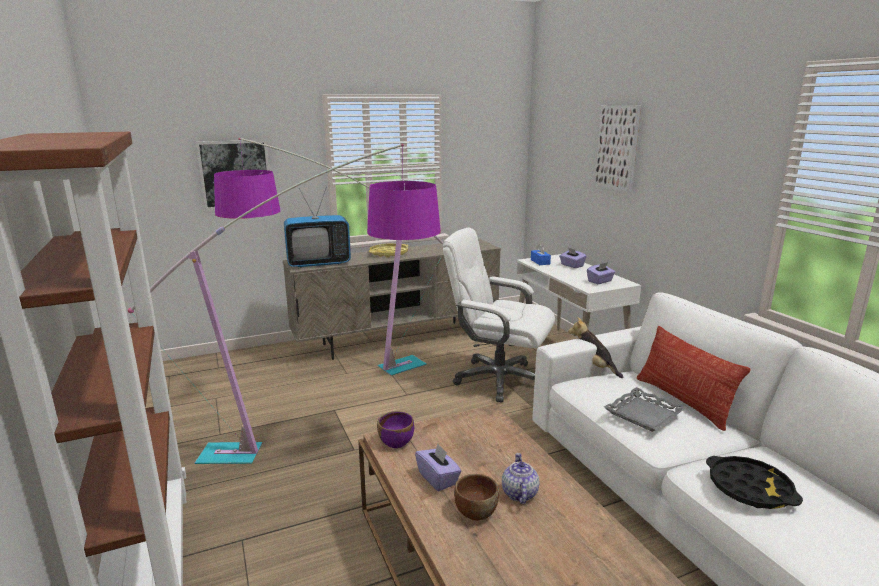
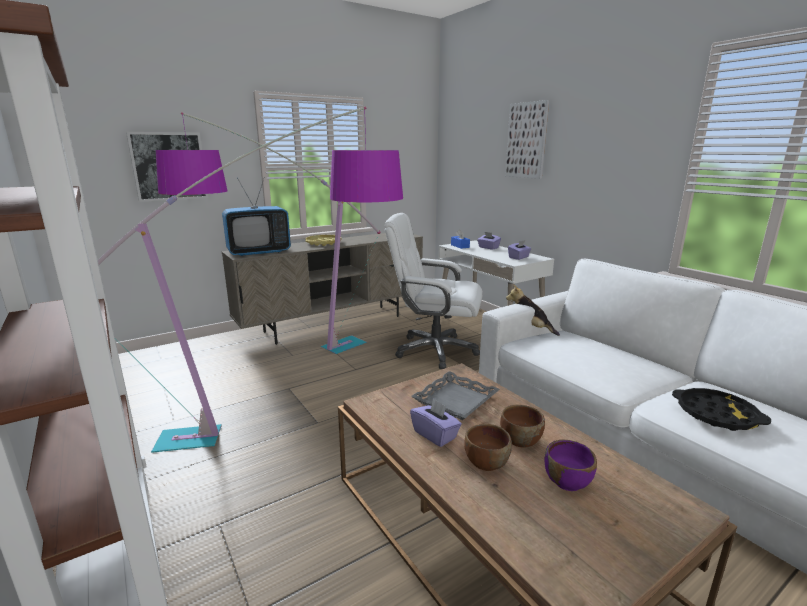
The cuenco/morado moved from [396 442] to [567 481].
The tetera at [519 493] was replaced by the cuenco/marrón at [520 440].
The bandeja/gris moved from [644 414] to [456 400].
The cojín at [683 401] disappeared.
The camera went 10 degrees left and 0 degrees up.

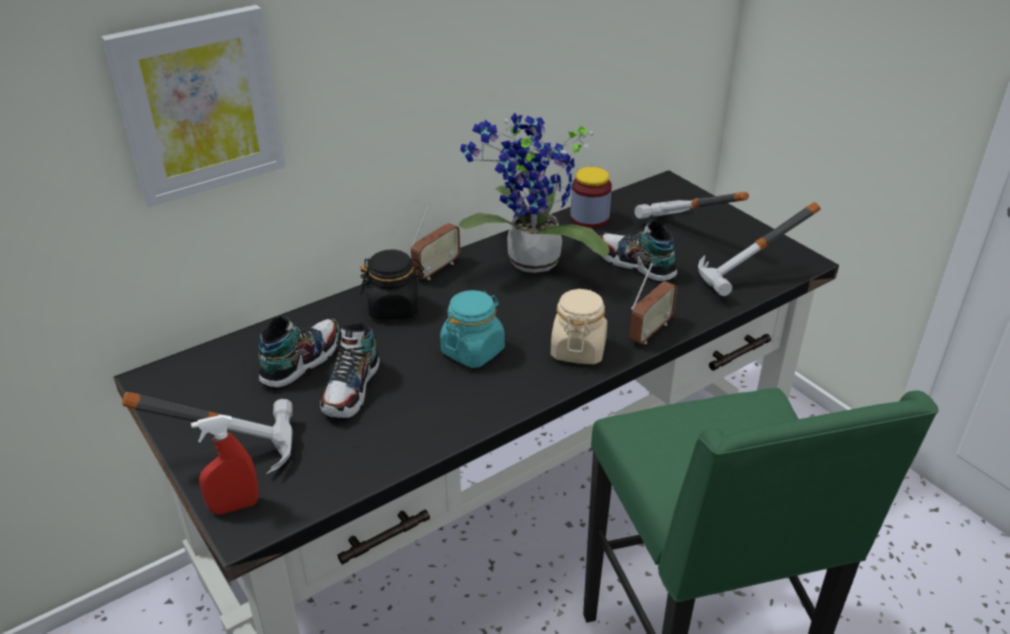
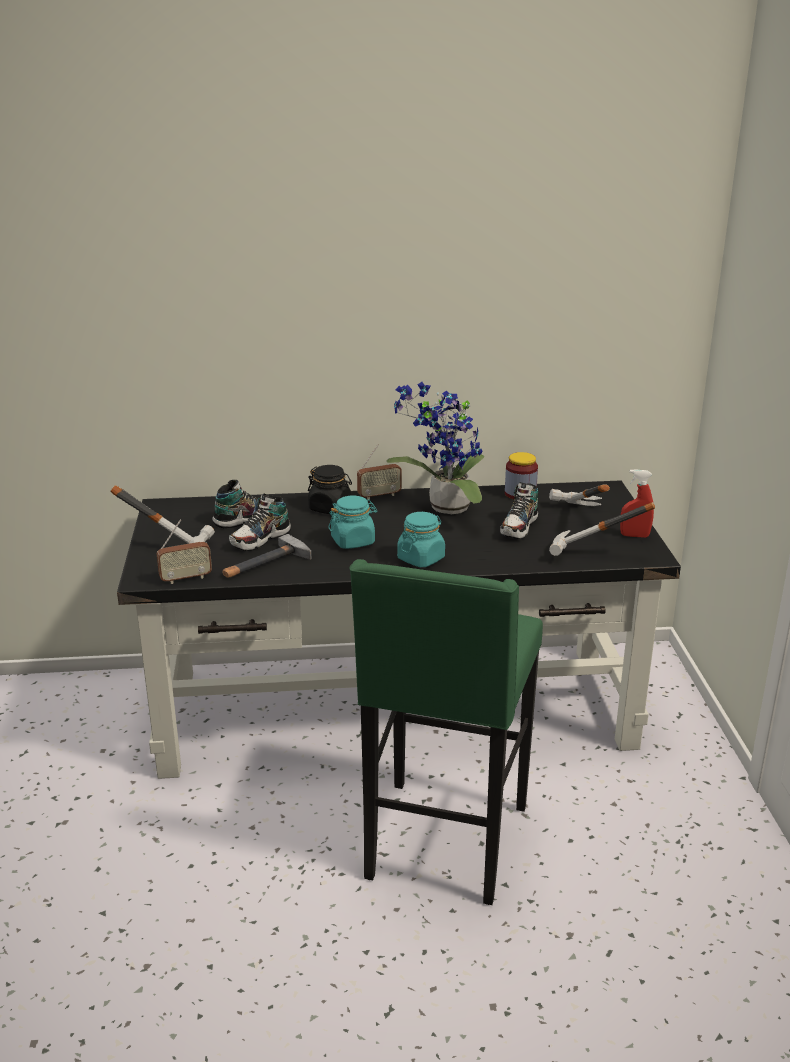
The cuadro at [199 105] disappeared.
The pulverizador/rojo moved from [234 506] to [634 535].
The tarro/beis at [578 349] became the tarro/turquesa at [421 558].
The zapato at [636 265] turned 135 degrees counterclockwise.
The radio moved from [650 331] to [186 578].
The martillo at [265 564] appeared.
The camera went 30 degrees right and 10 degrees down.

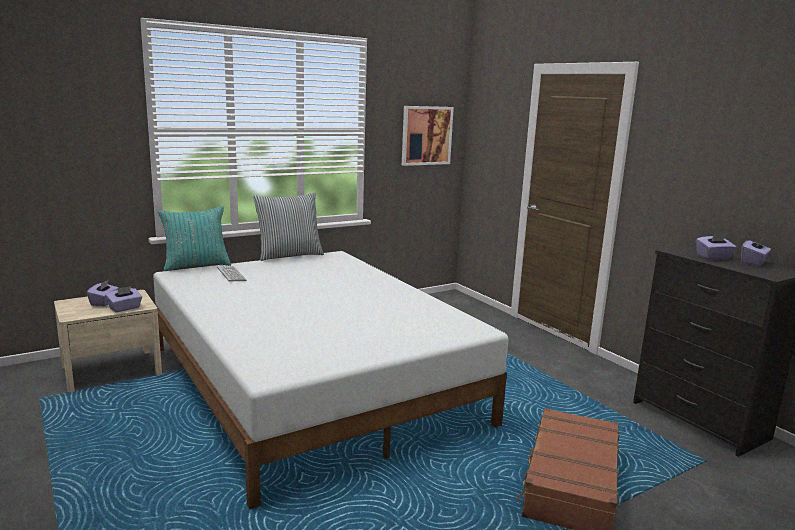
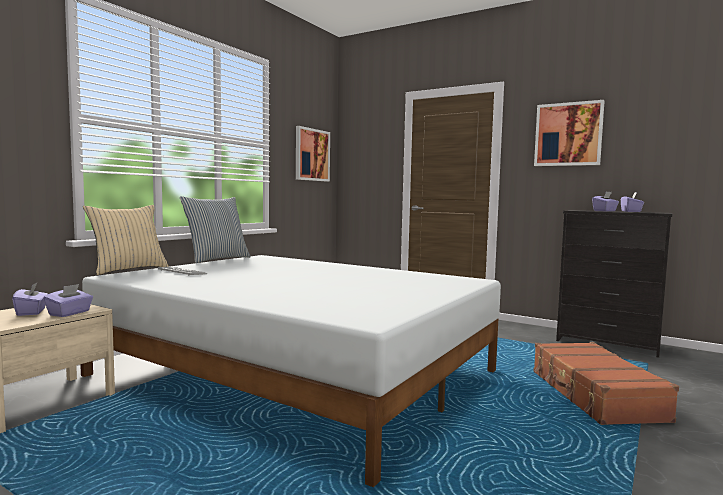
The cojín/turquesa at [196 266] became the cojín/beis at [128 270].
The cuadro at [568 134] appeared.
The camera went 25 degrees left and 10 degrees down.

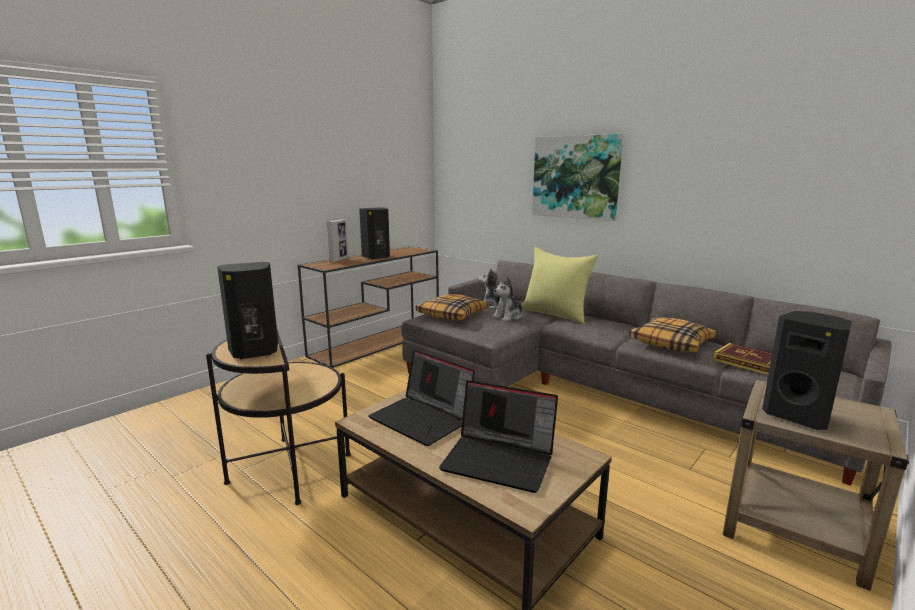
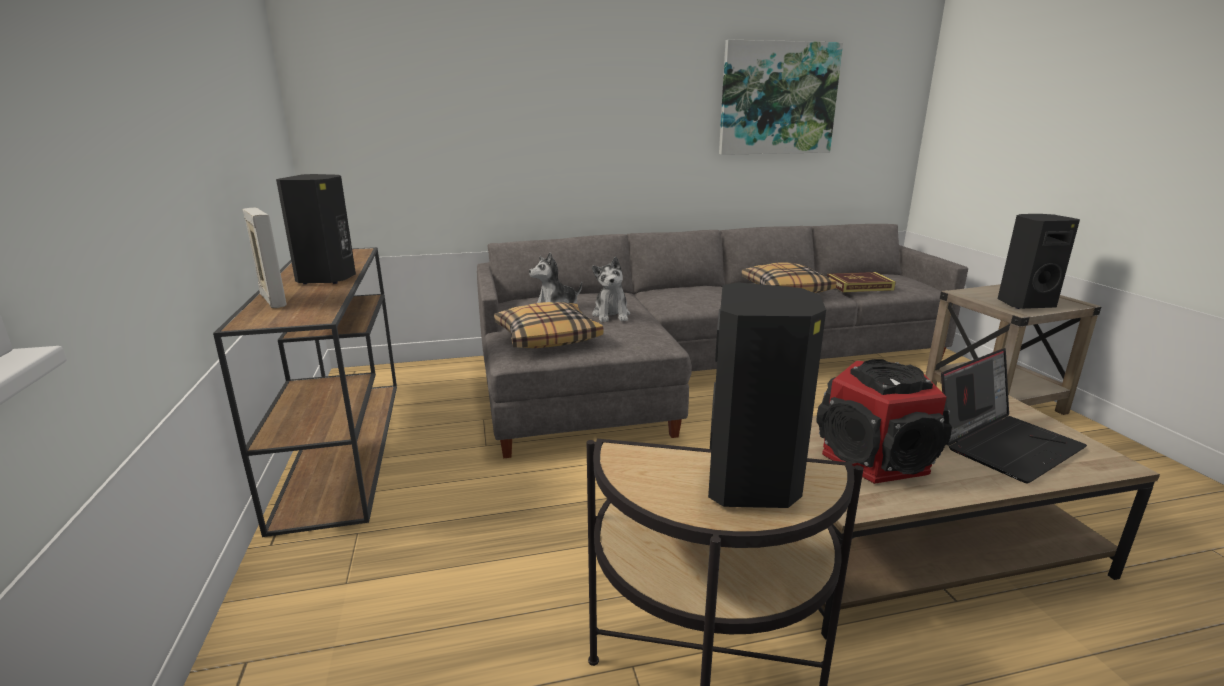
The portátil at [423 419] was replaced by the altavoz at [874 457].
The cojín/amarillo at [556 314] disappeared.
The cuadro moved from [575 177] to [778 99].
The camera went 55 degrees left and 5 degrees up.

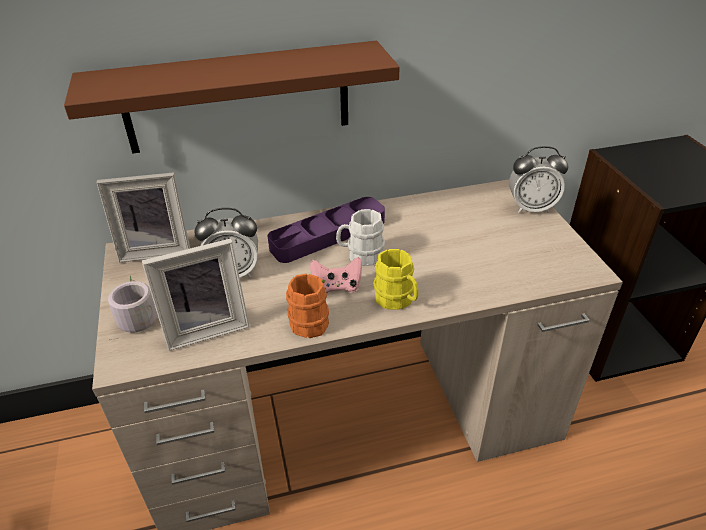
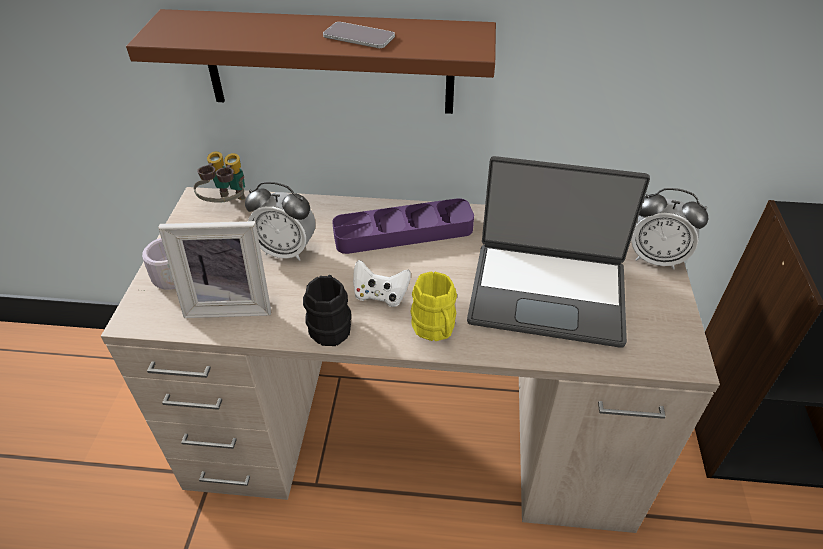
The portarretratos at [156 249] was replaced by the prismáticos at [227 205].
The taza grande/naranja at [307 320] became the taza grande/negro at [331 324].
The mando de consola/rosa at [337 287] became the mando de consola/blanco at [380 295].
The taza grande/blanco at [360 255] disappeared.
The móvil at [359 37] appeared.
The portátil at [548 292] appeared.
The camera went 20 degrees right and 5 degrees up.

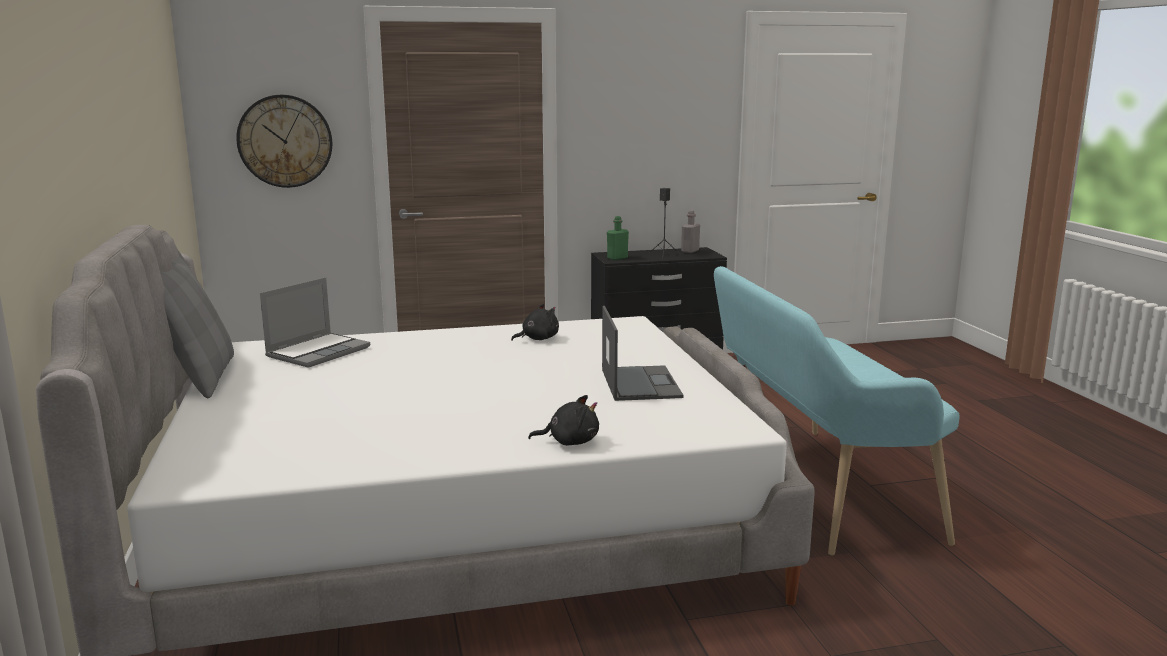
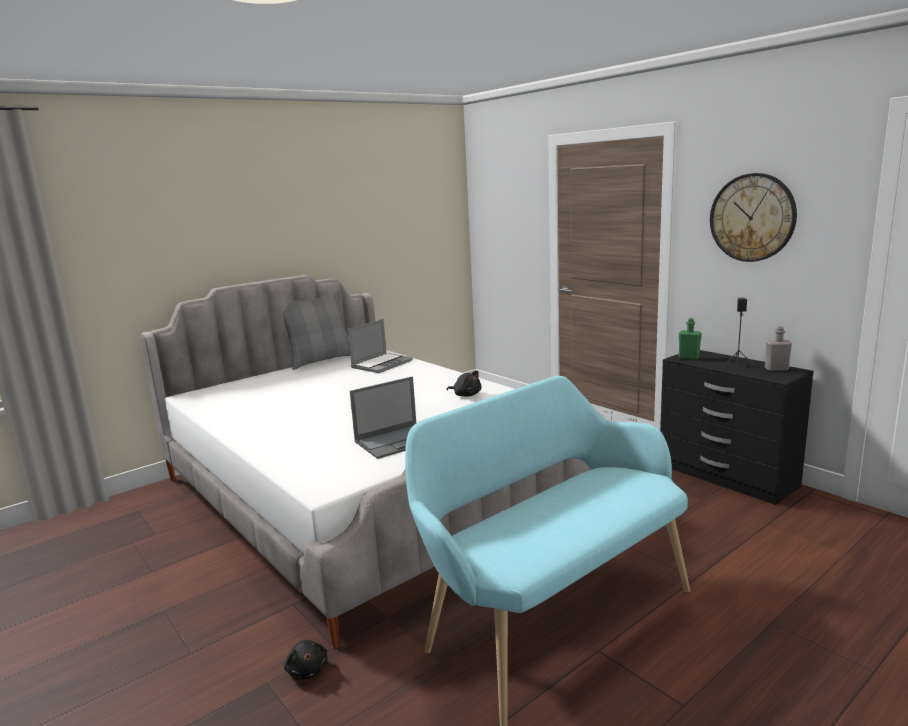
The reloj de pared moved from [285 141] to [752 217].
The portátil at [318 352] turned 60 degrees counterclockwise.
The peluche/negro moved from [570 442] to [307 670].
The camera went 65 degrees right and 0 degrees up.

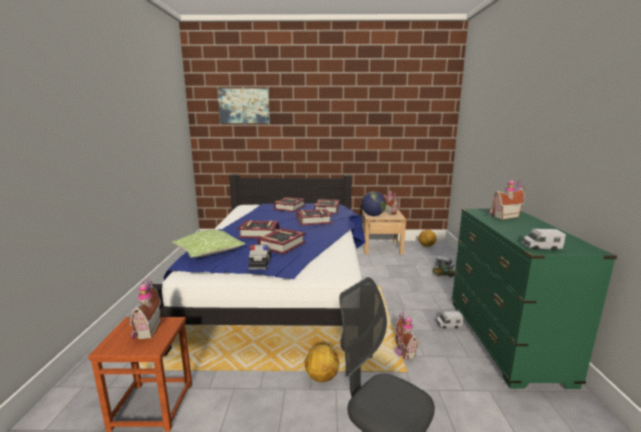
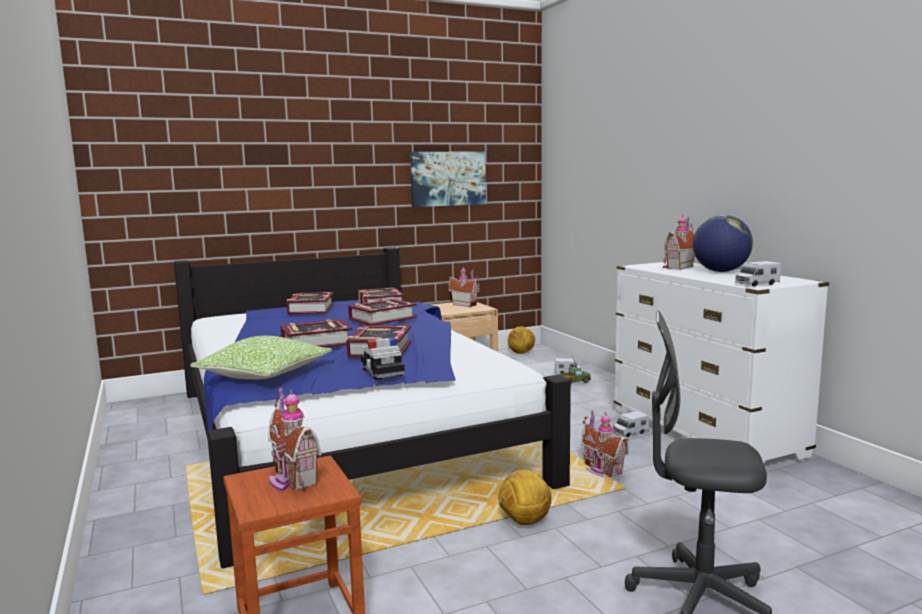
The cuadro moved from [244 106] to [448 178].
The globo terráqueo moved from [373 215] to [720 271].
The cómoda/verde at [505 340] became the cómoda/blanco at [704 433].
The camera went 25 degrees left and 5 degrees down.

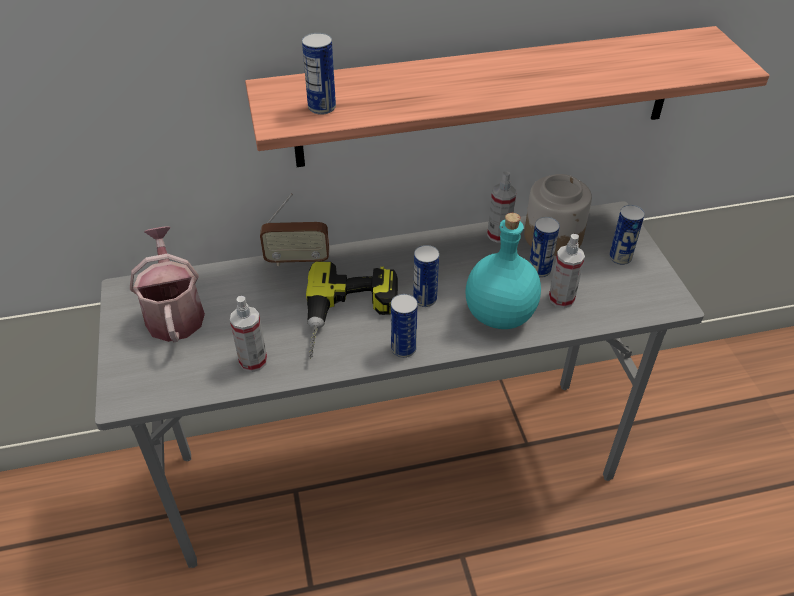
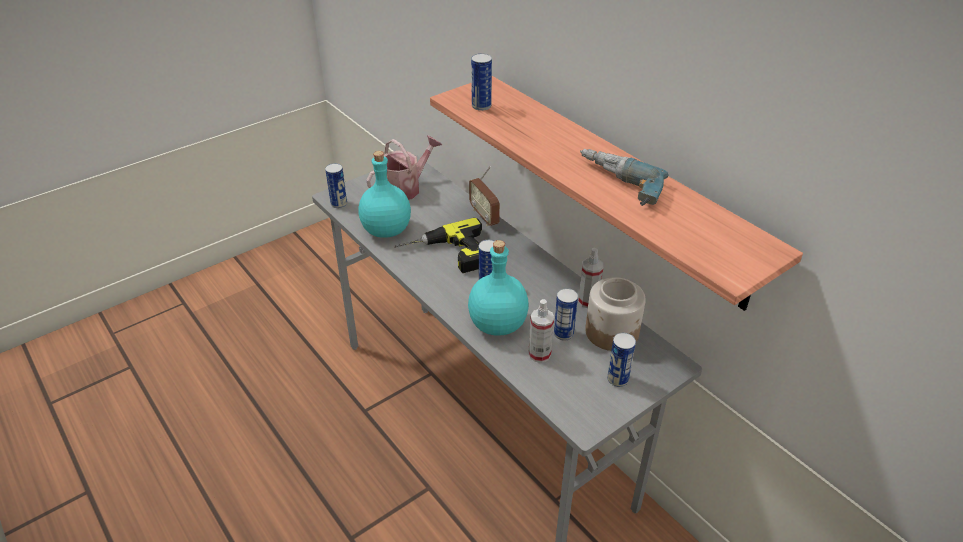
The pulverizador at [253 361] was replaced by the botella/turquesa at [385 230].
The lata moved from [403 349] to [339 204].
The taladro at [615 186] appeared.
The camera went 65 degrees right and 5 degrees down.

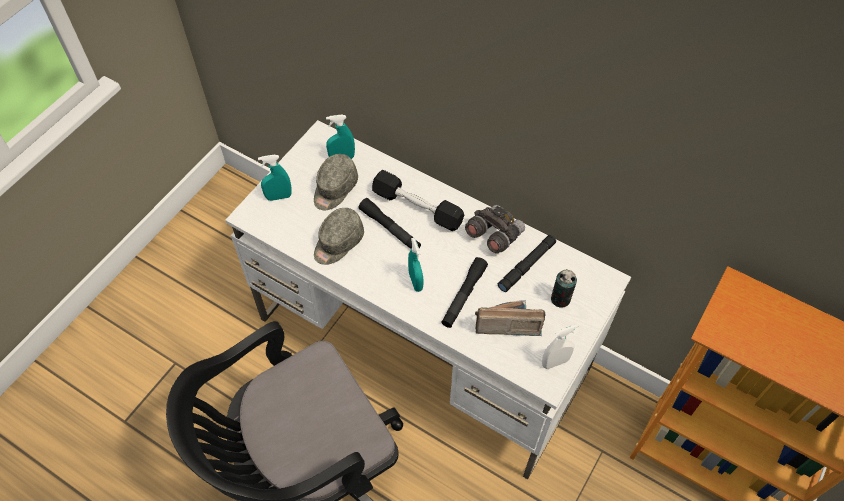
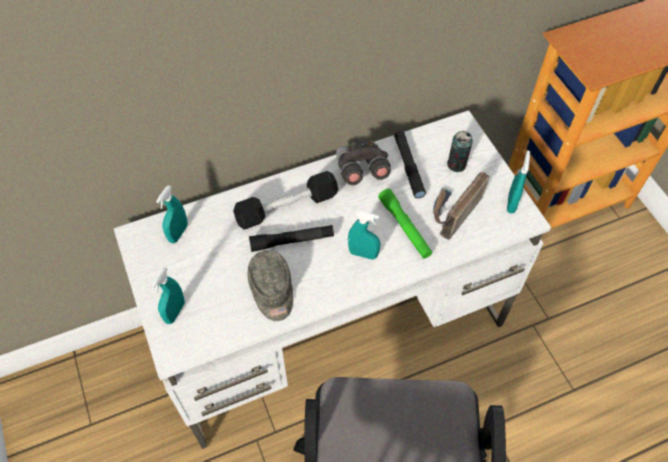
The gorra/gris at [334 189] disappeared.
The linterna/negro at [463 296] became the linterna/verde at [404 227].
The pulverizador/blanco at [555 362] became the pulverizador/turquesa at [511 203].
The camera went 55 degrees left and 0 degrees up.

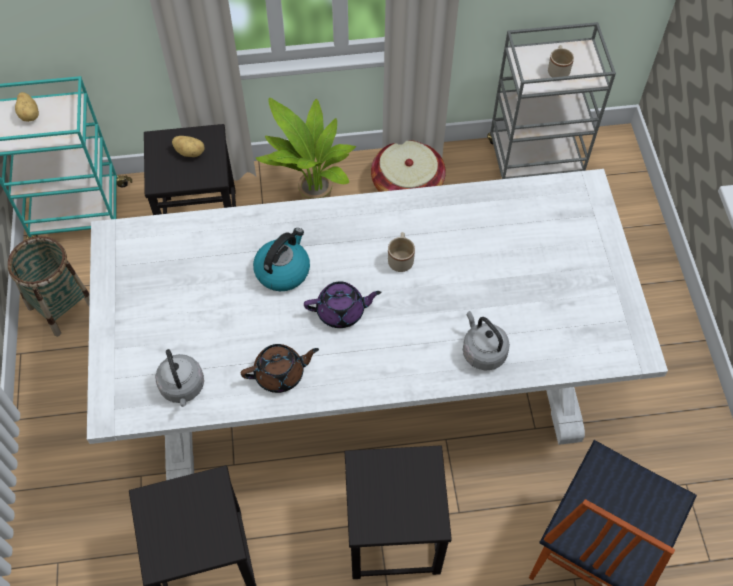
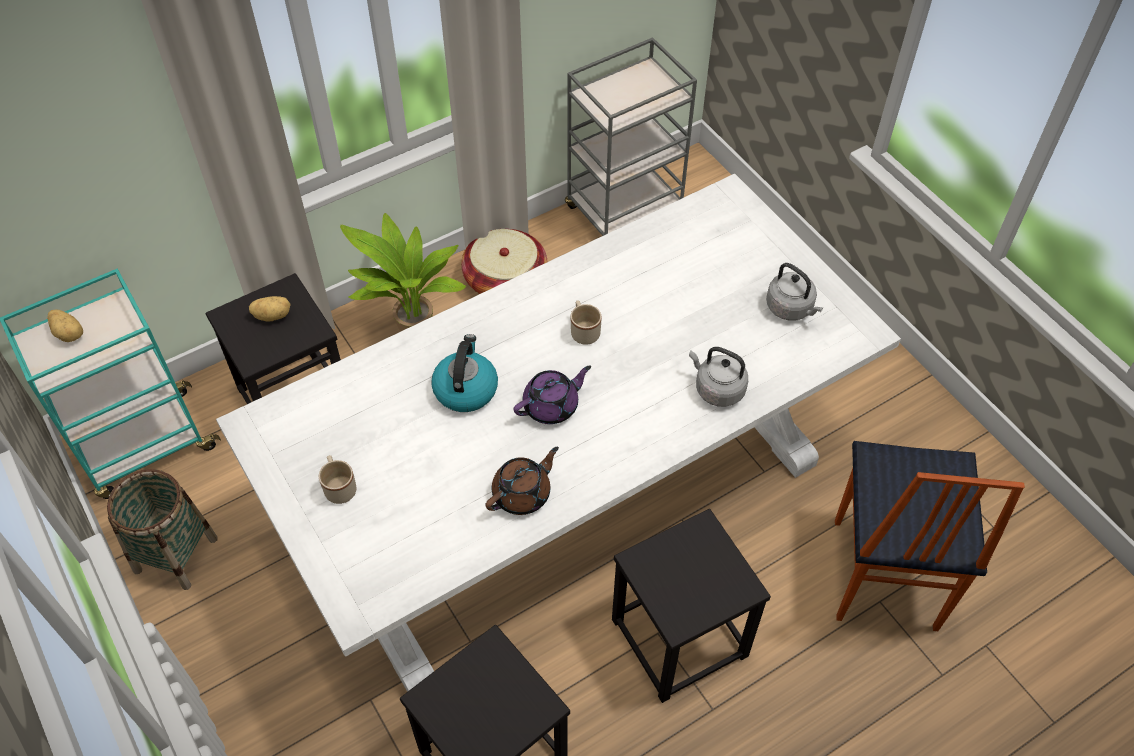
The hervidor/gris moved from [183 388] to [791 308].
The taza grande/beis moved from [558 70] to [339 487].
The camera went 25 degrees left and 5 degrees down.

